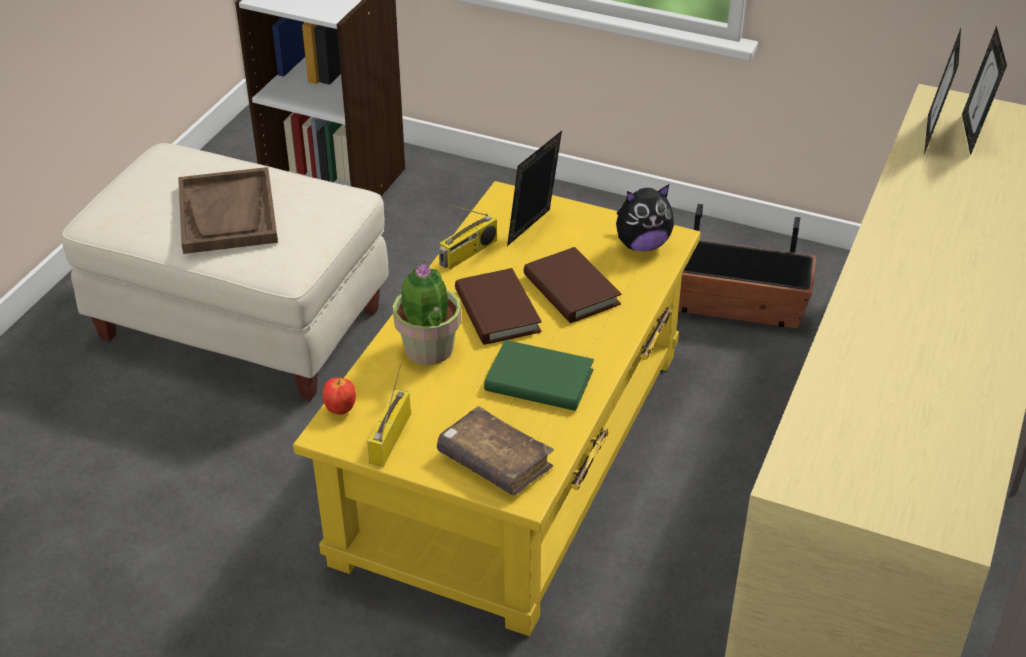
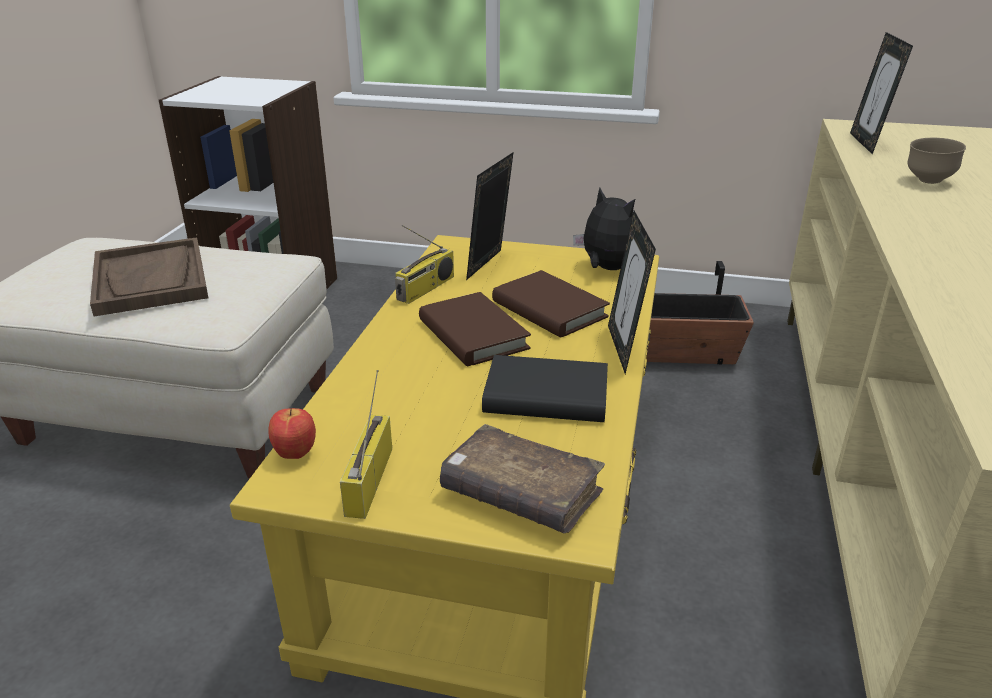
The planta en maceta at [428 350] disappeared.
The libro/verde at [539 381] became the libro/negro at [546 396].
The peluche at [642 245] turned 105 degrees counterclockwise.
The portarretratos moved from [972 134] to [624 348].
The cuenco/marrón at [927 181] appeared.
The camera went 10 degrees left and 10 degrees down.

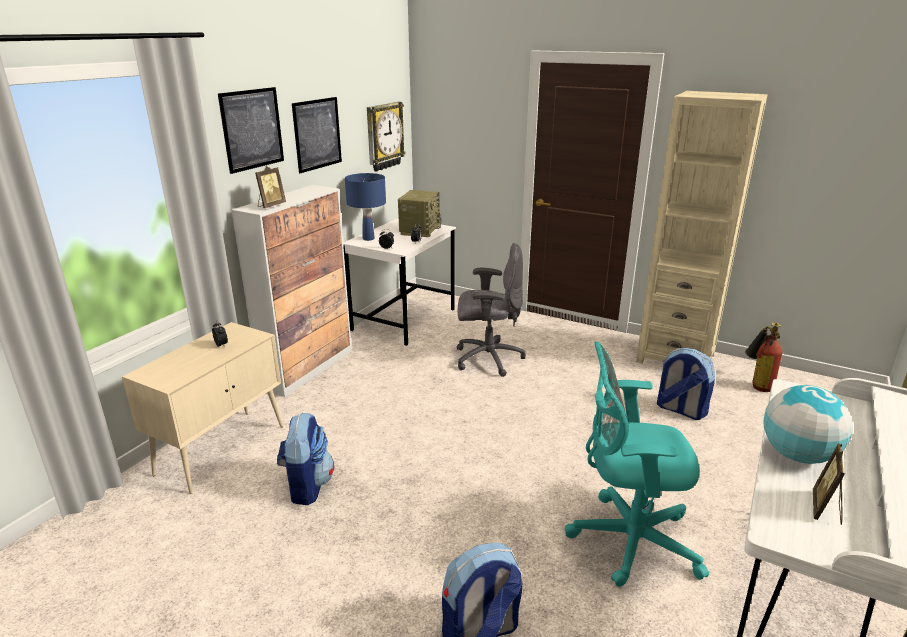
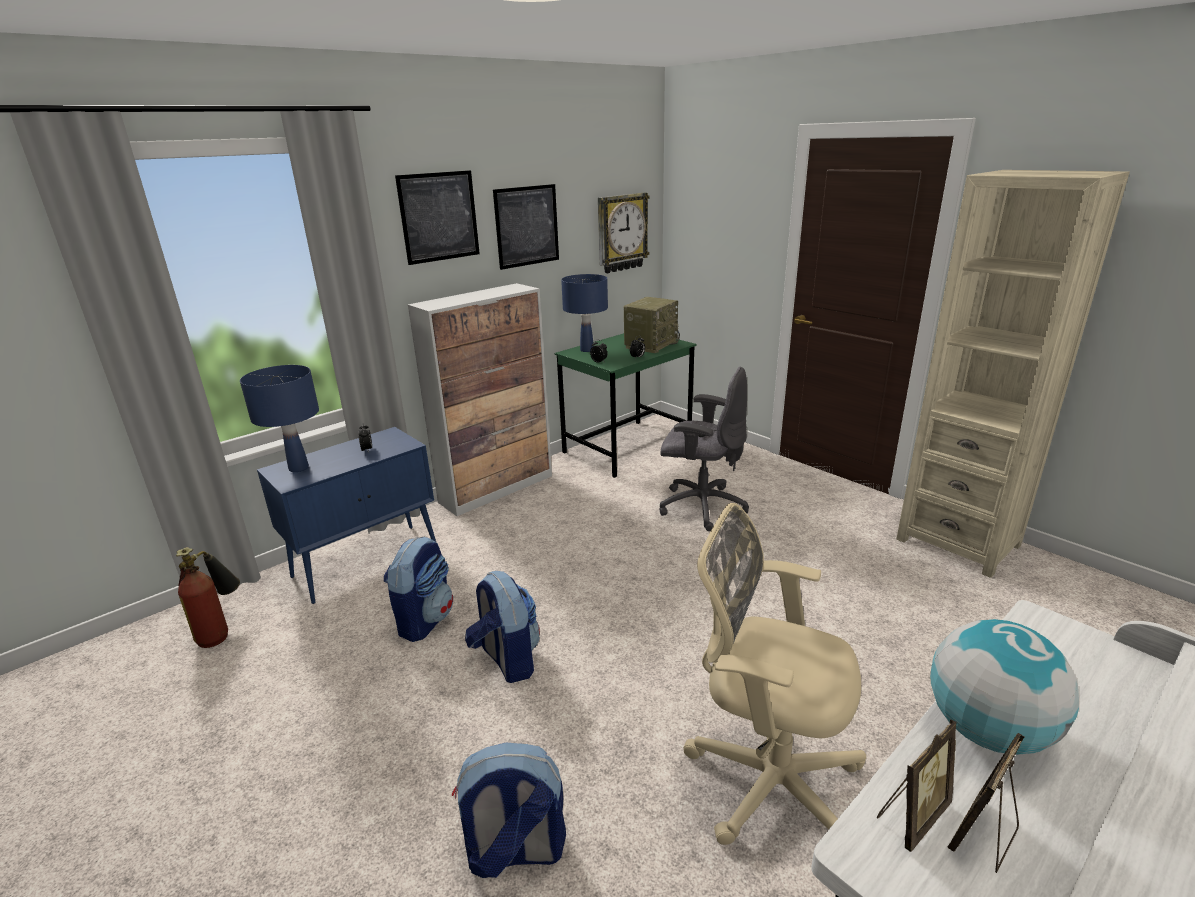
The armario/beis at [222 449] became the armario/azul at [367 562].
The portarretratos moved from [270 205] to [911 815].
The escritorio/blanco at [404 319] became the escritorio/verde at [627 448].
The silla de oficina/turquesa at [627 539] became the silla de oficina/beis at [766 780].
The mochila moved from [679 409] to [506 660].
The extintor moved from [757 383] to [222 631].
The lámpara de mesa/azul at [298 468] appeared.
The camera went 20 degrees right and 0 degrees up.

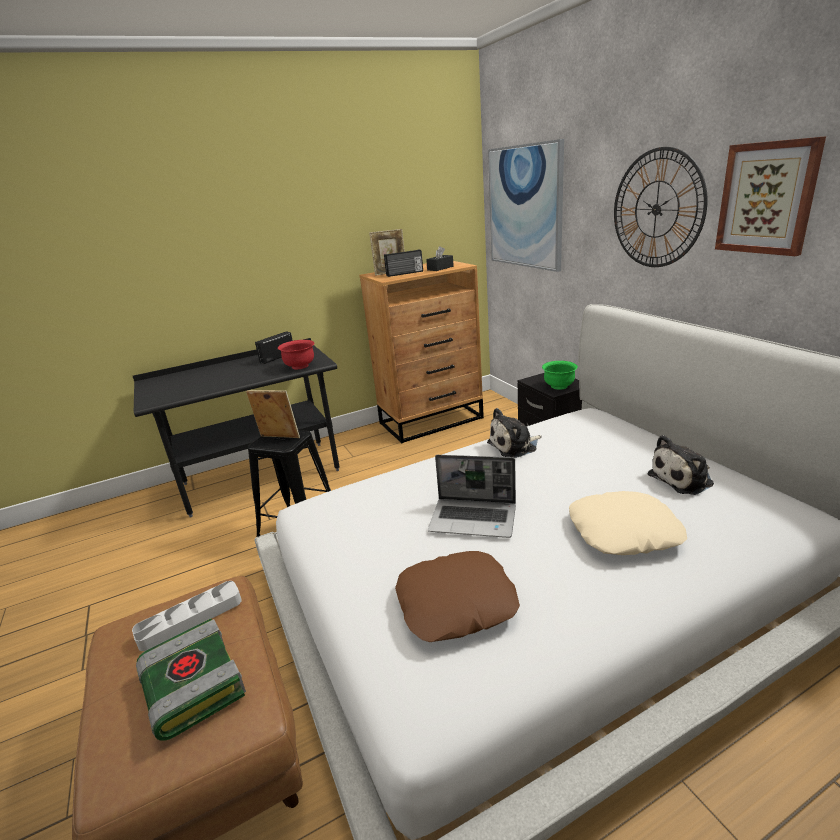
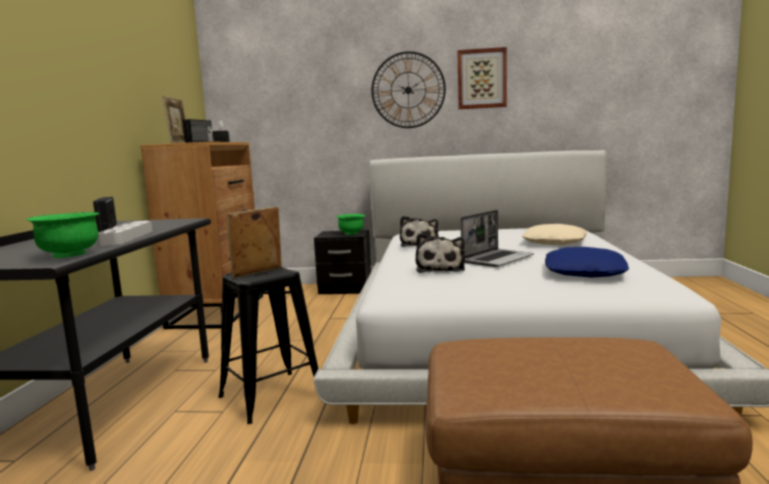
The bandeja/gris moved from [190 619] to [127 237].
The libro at [191 685] disappeared.
The cuenco/rojo at [300 366] disappeared.
The cojín/marrón at [456 604] became the cojín/azul at [585 272].
The cuadro at [525 207] disappeared.
The peluche moved from [683 479] to [440 268].
The cuenco/verde at [70 255] appeared.
The camera went 60 degrees left and 15 degrees down.

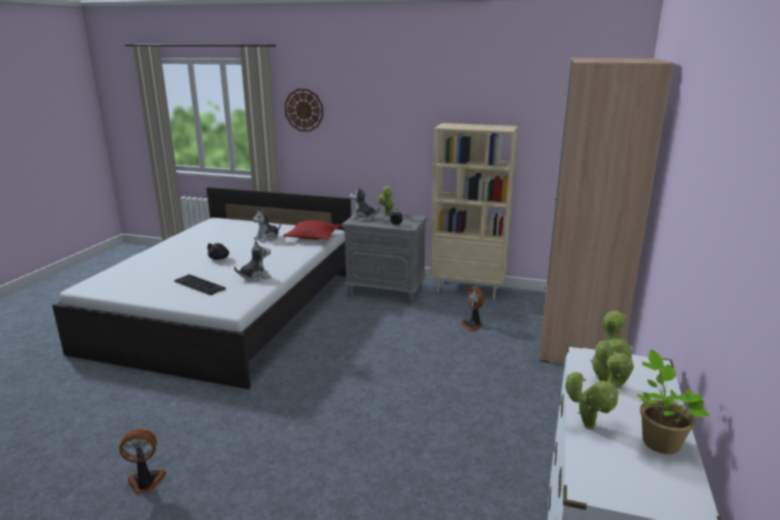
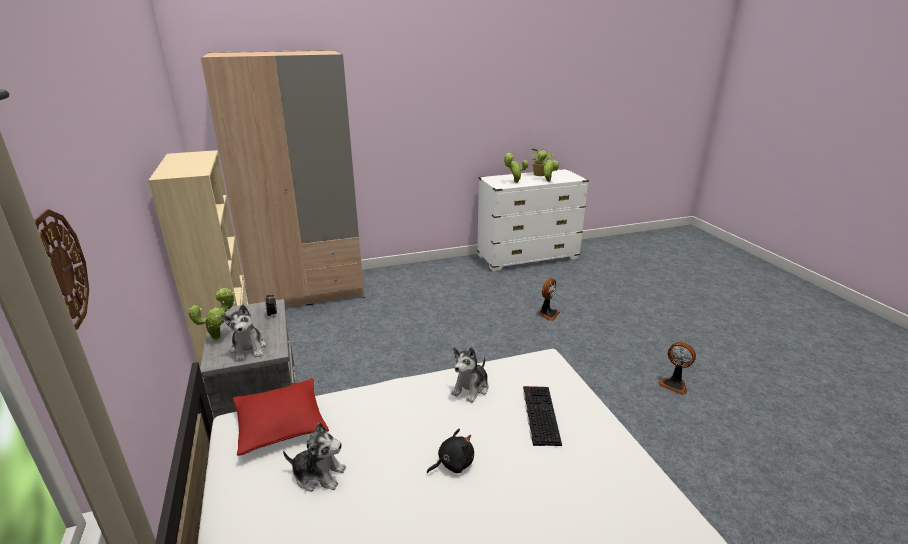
The peluche at [255 277] turned 90 degrees counterclockwise.
The ventilador moved from [472 325] to [548 314].
The camera went 125 degrees left and 5 degrees up.

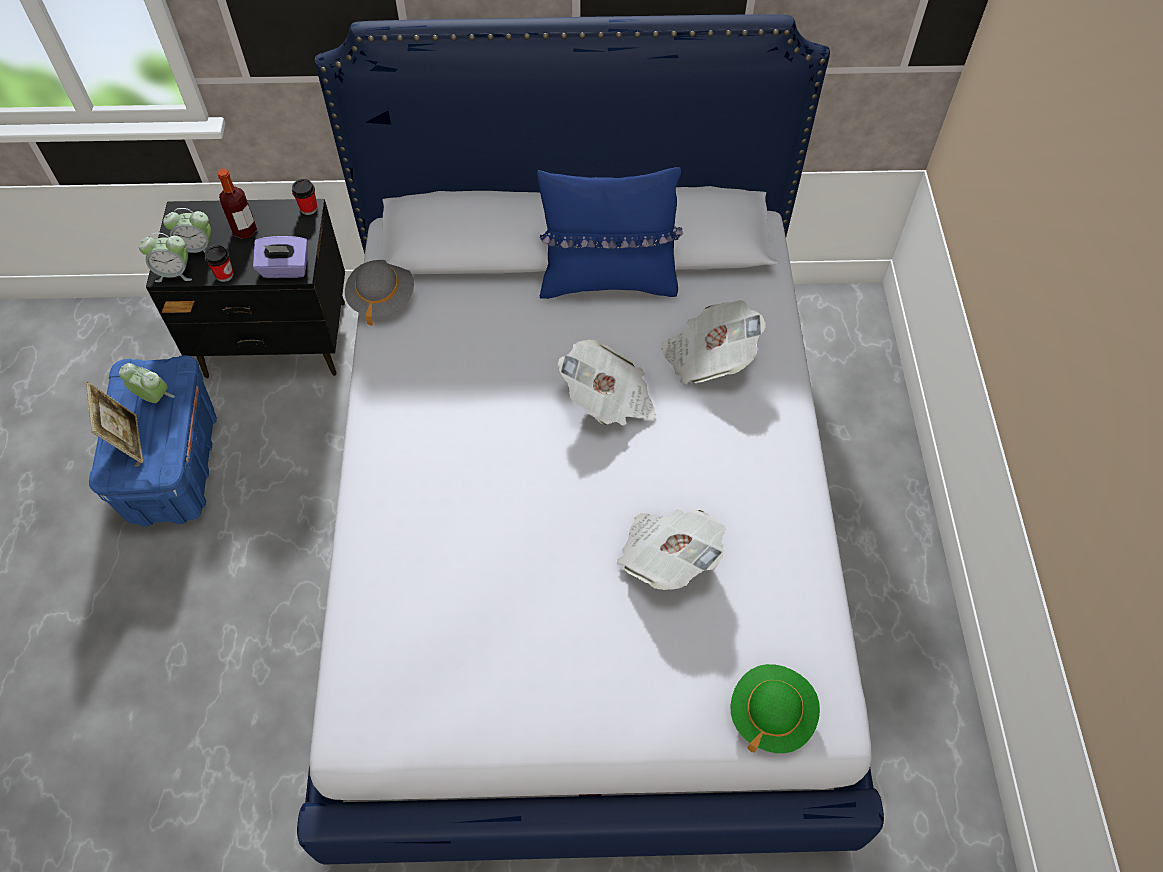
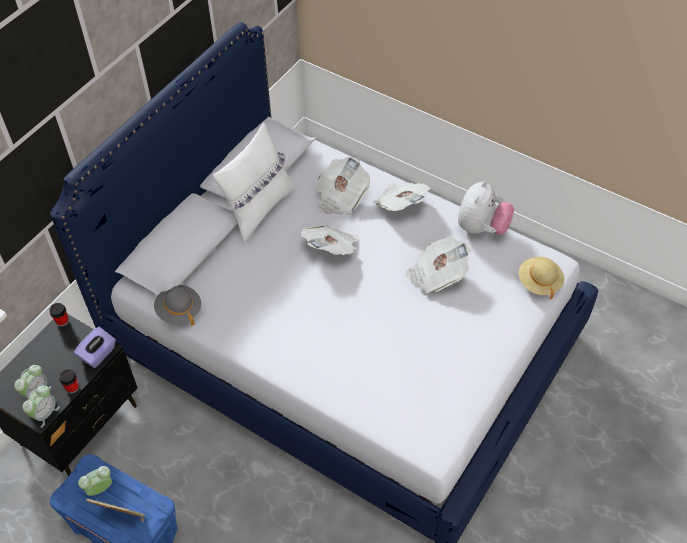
The botella at [245 230] disappeared.
The cojín/azul at [608 280] became the cojín/blanco at [259 209].
The sombrero/verde at [771 714] became the sombrero/beis at [539 282].
The periódico at [400 204] appeared.
The peluche at [481 228] appeared.
The camera went 55 degrees left and 5 degrees down.

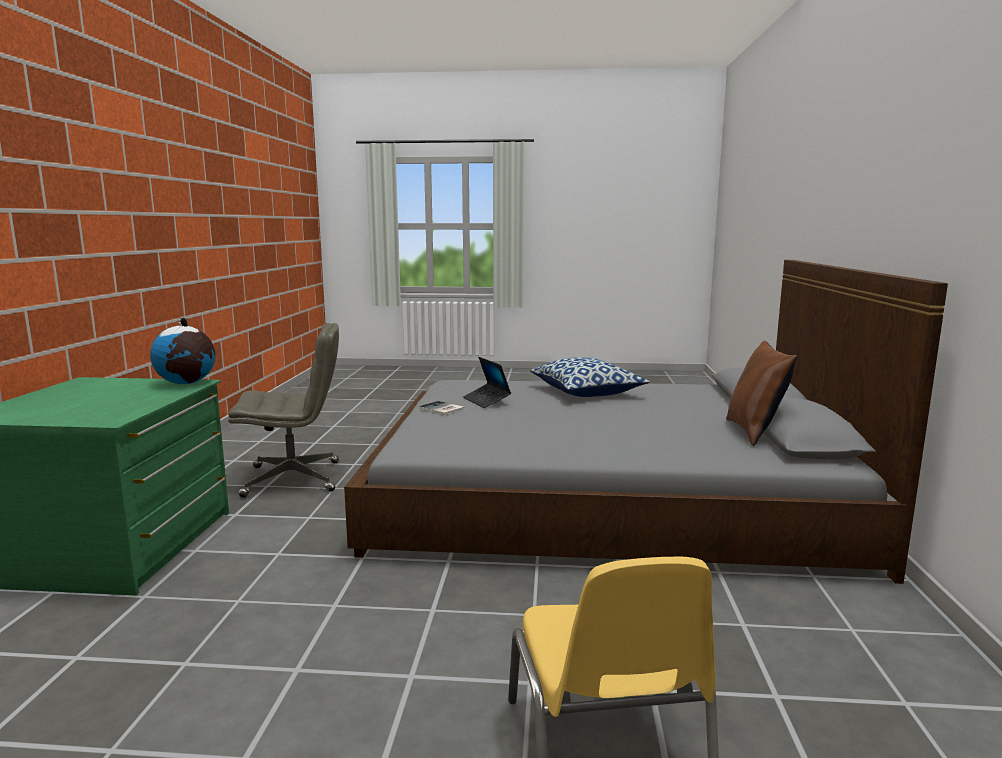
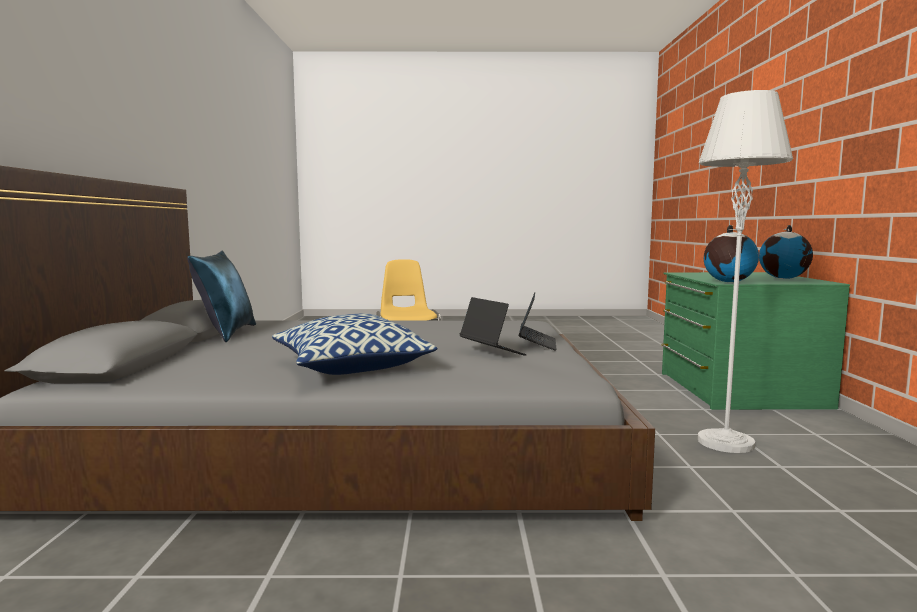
The silla de oficina/gris at [294 478] was replaced by the lámpara de pie/gris at [725 442].
The libro at [441 409] was replaced by the portátil at [537 344].
The cojín/marrón at [755 433] became the cojín/azul at [226 333].
The globo terráqueo at [784 278] appeared.
The camera went 175 degrees right and 5 degrees down.

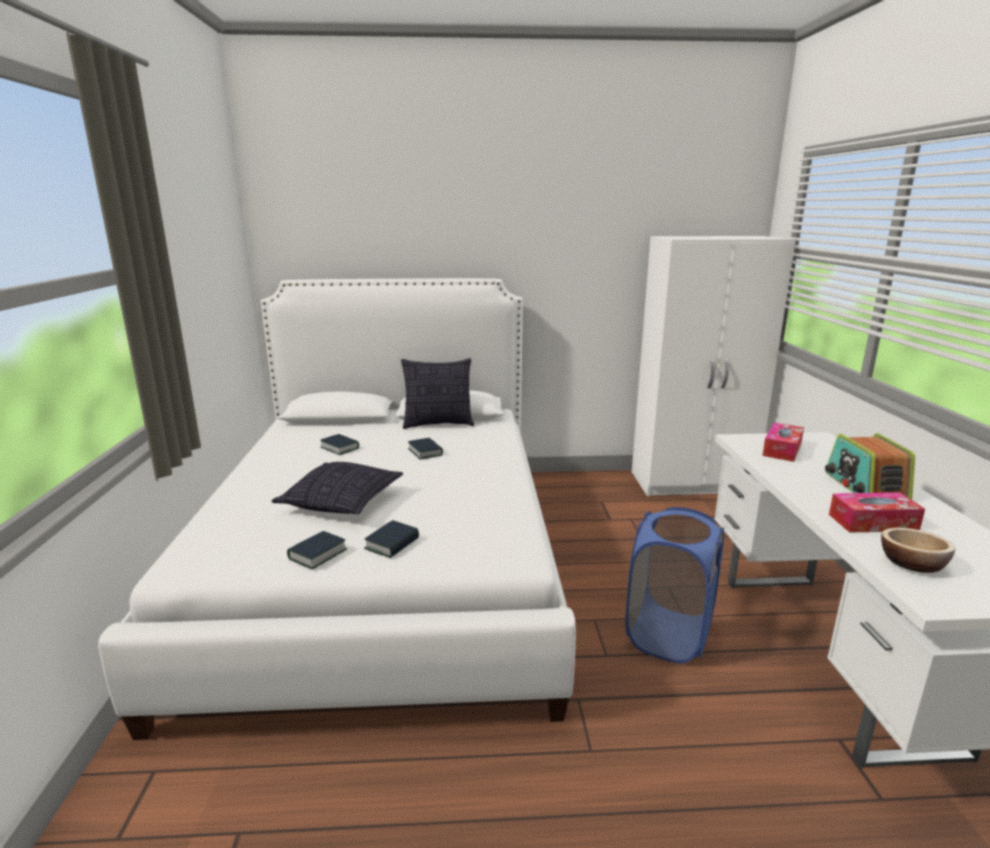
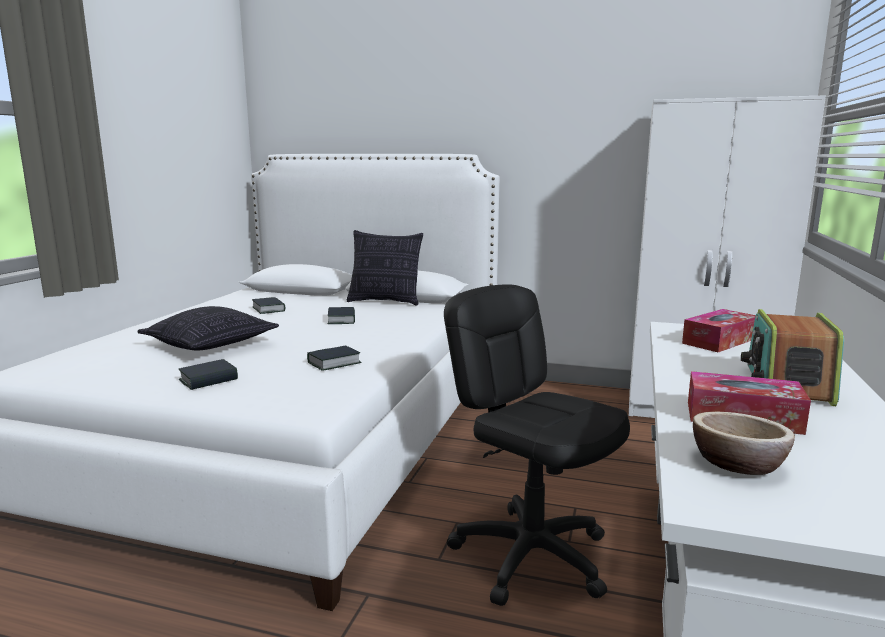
The libro moved from [317 554] to [334 363].
The cesto de la ropa/azul at [668 635] was replaced by the silla de oficina/negro at [531 555].
The camera went 20 degrees right and 5 degrees down.

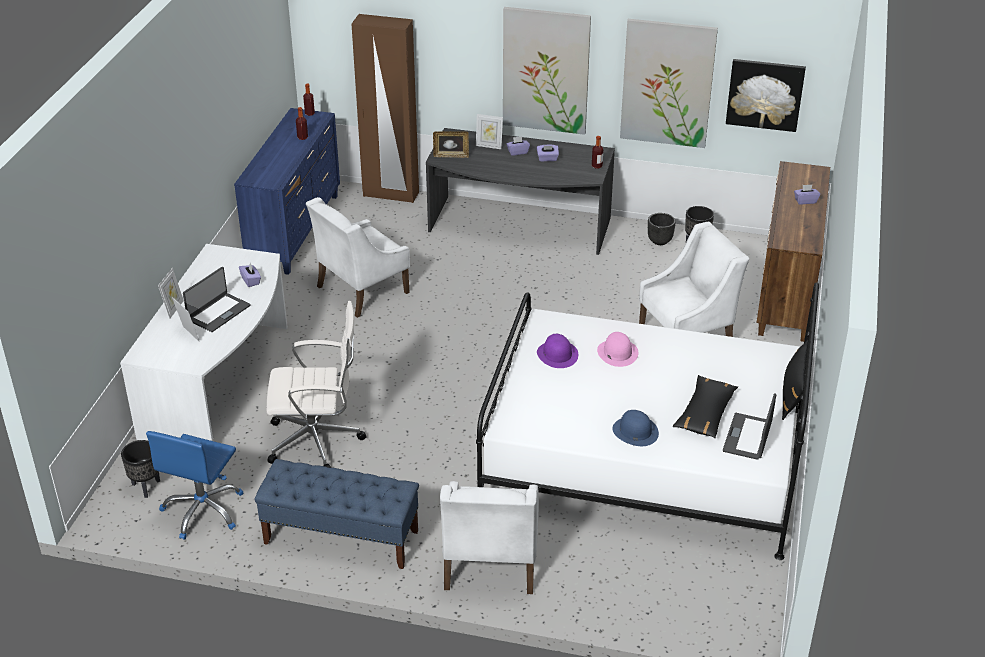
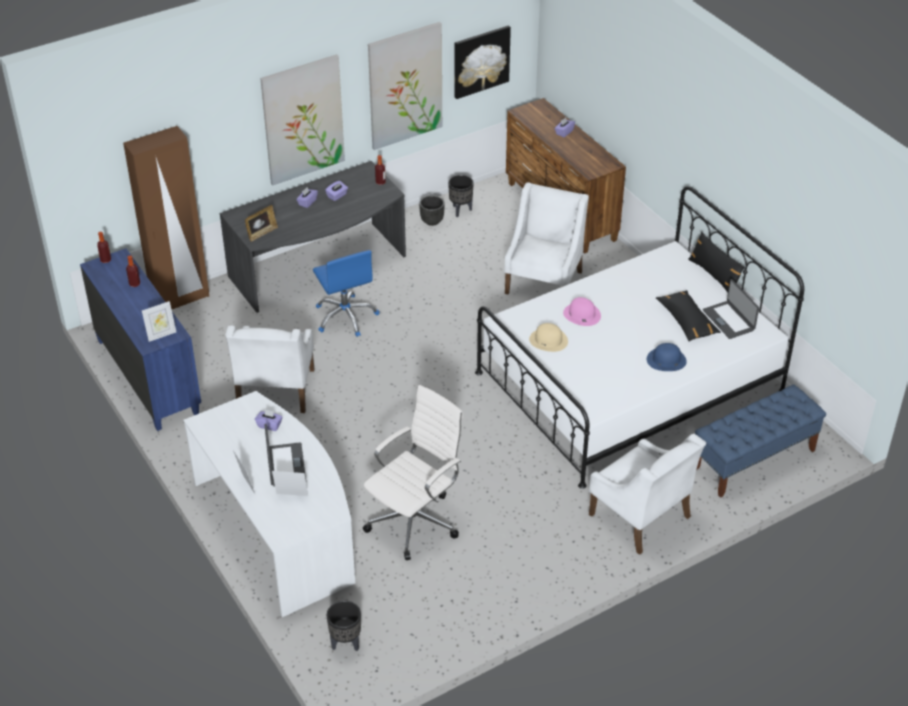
The silla de oficina/azul moved from [203 510] to [346 316].
The banco/azul moved from [340 537] to [753 460].
The portarretratos moved from [489 146] to [161 335].
The sombrero/morado at [557 354] became the sombrero/beis at [548 340].
The camera went 45 degrees left and 5 degrees up.

